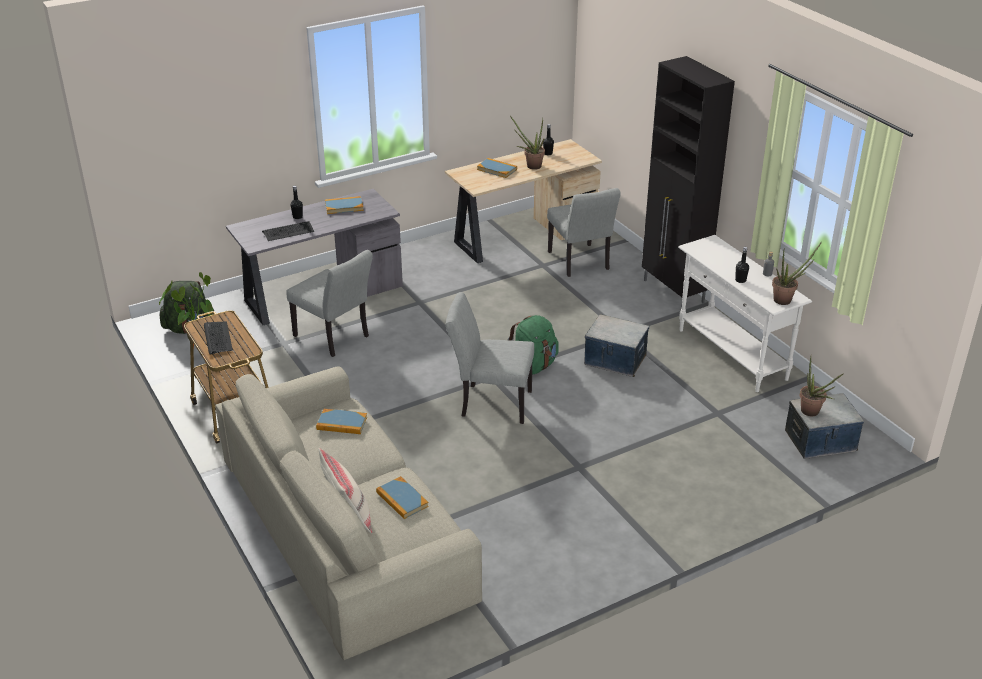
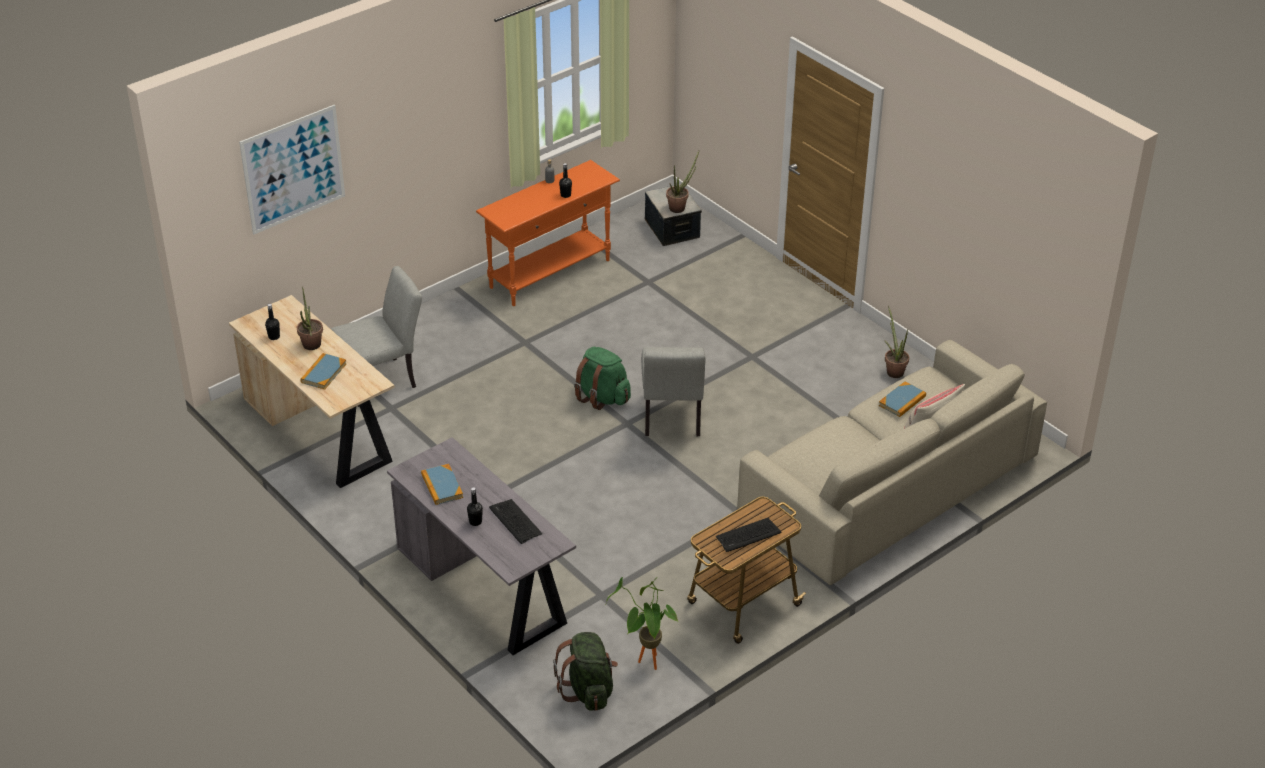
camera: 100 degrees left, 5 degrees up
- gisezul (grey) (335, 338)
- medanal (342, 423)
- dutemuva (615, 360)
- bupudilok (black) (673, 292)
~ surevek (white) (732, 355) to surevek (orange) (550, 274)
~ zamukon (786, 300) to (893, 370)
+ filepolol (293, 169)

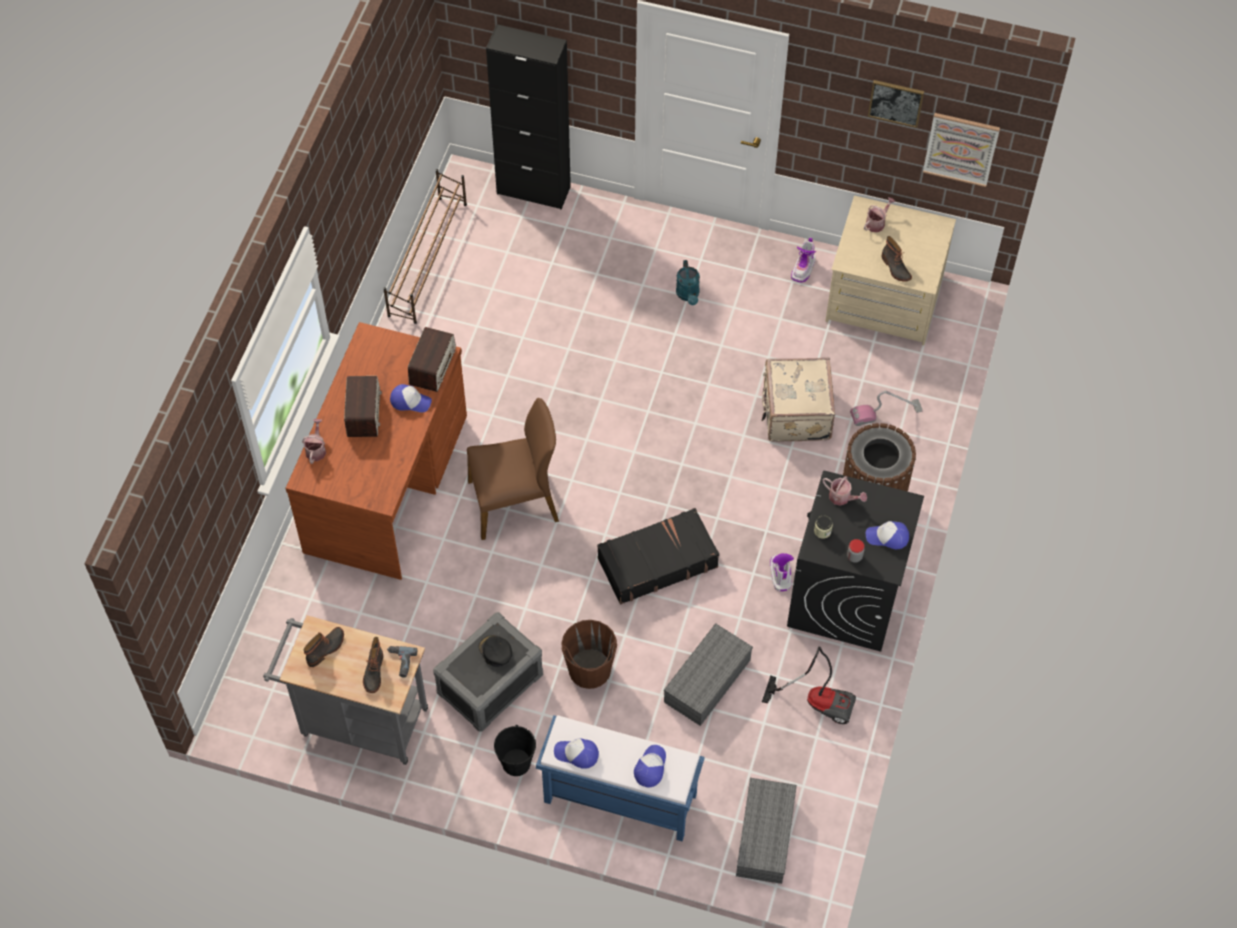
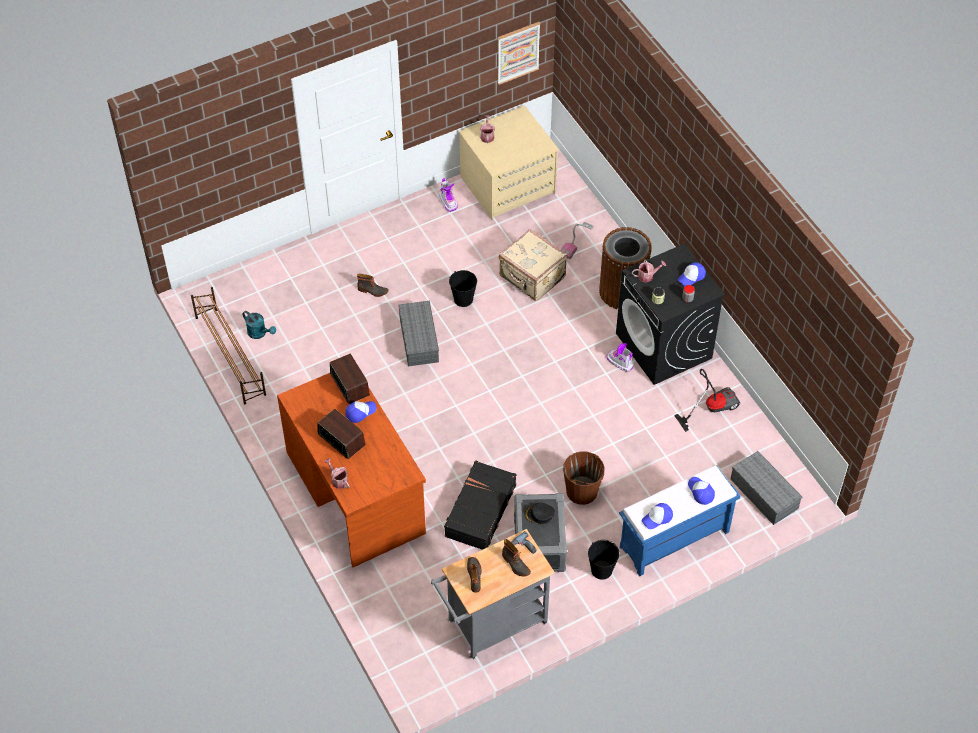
camera: 45 degrees left, 5 degrees down
- gisezul (brown) (514, 502)
- bupudilok (black) (533, 190)
~ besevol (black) (657, 562) to (479, 511)
~ dutemuva (grey) (707, 679) to (418, 339)
~ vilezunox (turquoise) (688, 295) to (259, 333)
- filepolol (896, 102)
~ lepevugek (895, 268) to (372, 291)
+ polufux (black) (463, 299)

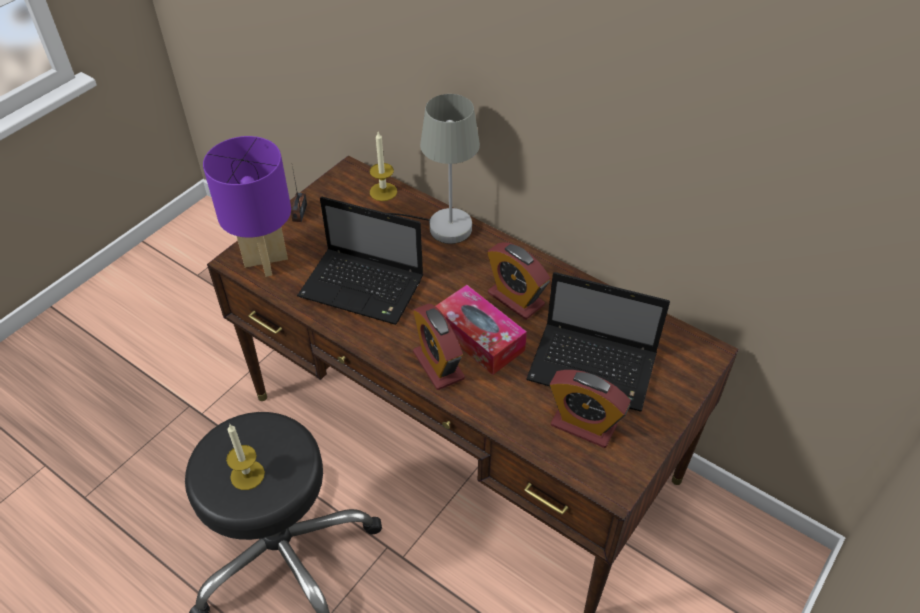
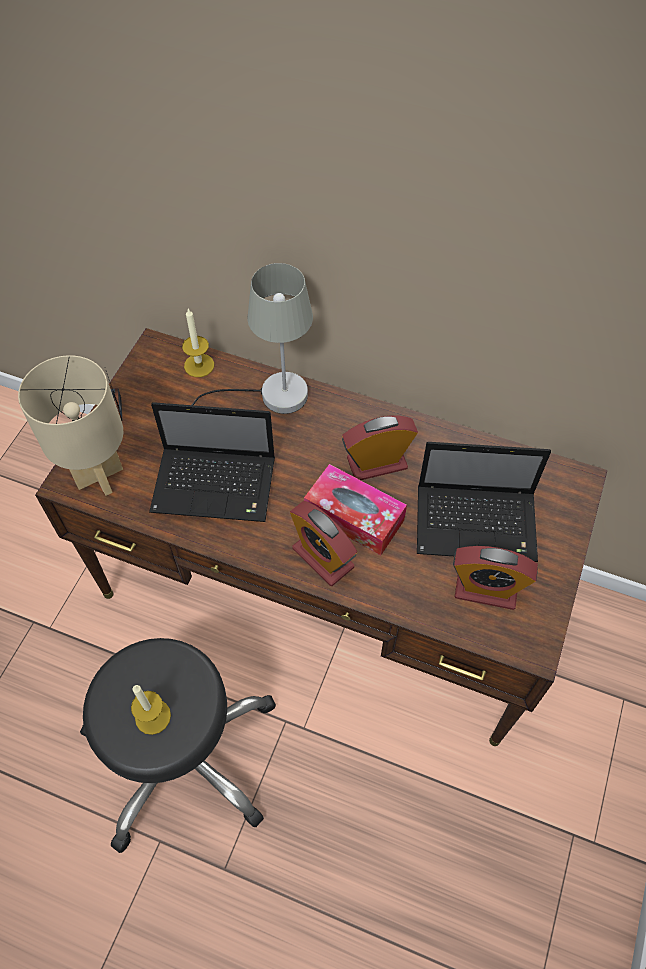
camera: 15 degrees left, 10 degrees up
~ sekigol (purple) (265, 261) to sekigol (beige) (99, 477)
~ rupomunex (515, 299) = (377, 463) 135 degrees clockwise

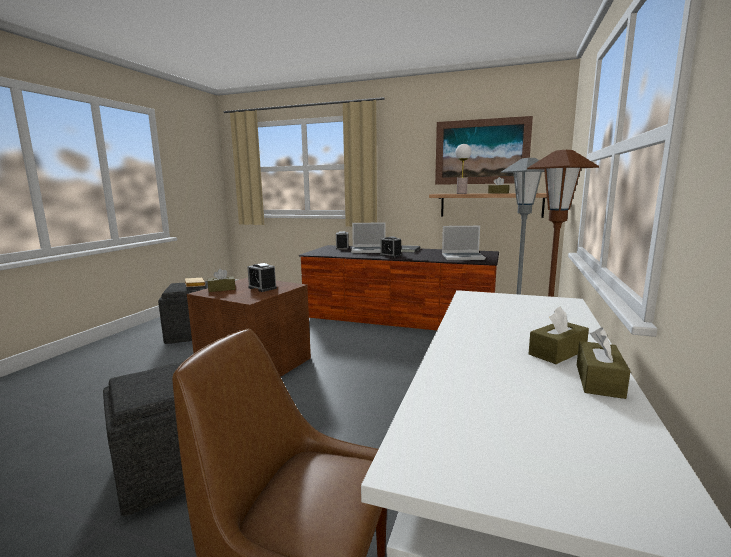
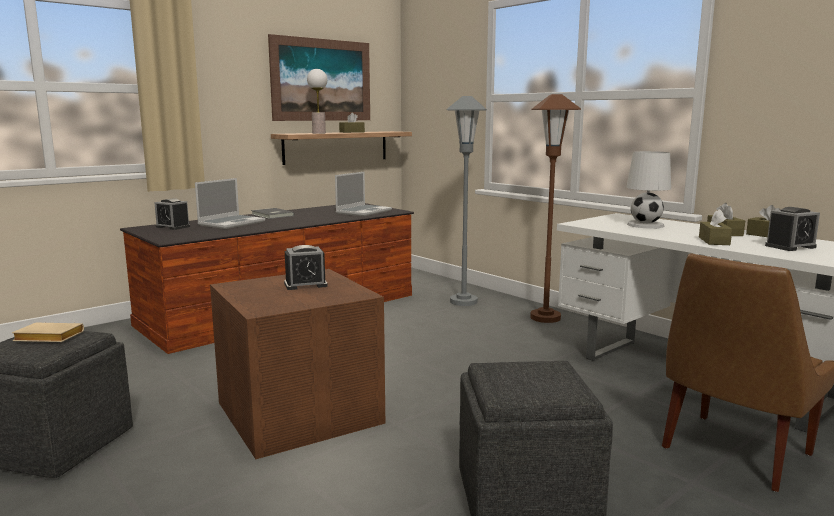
camera: 60 degrees left, 0 degrees up
~ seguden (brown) (222, 289) to (714, 241)
~ rupomunex (390, 255) to (790, 246)
+ sekigol (white) (645, 225)

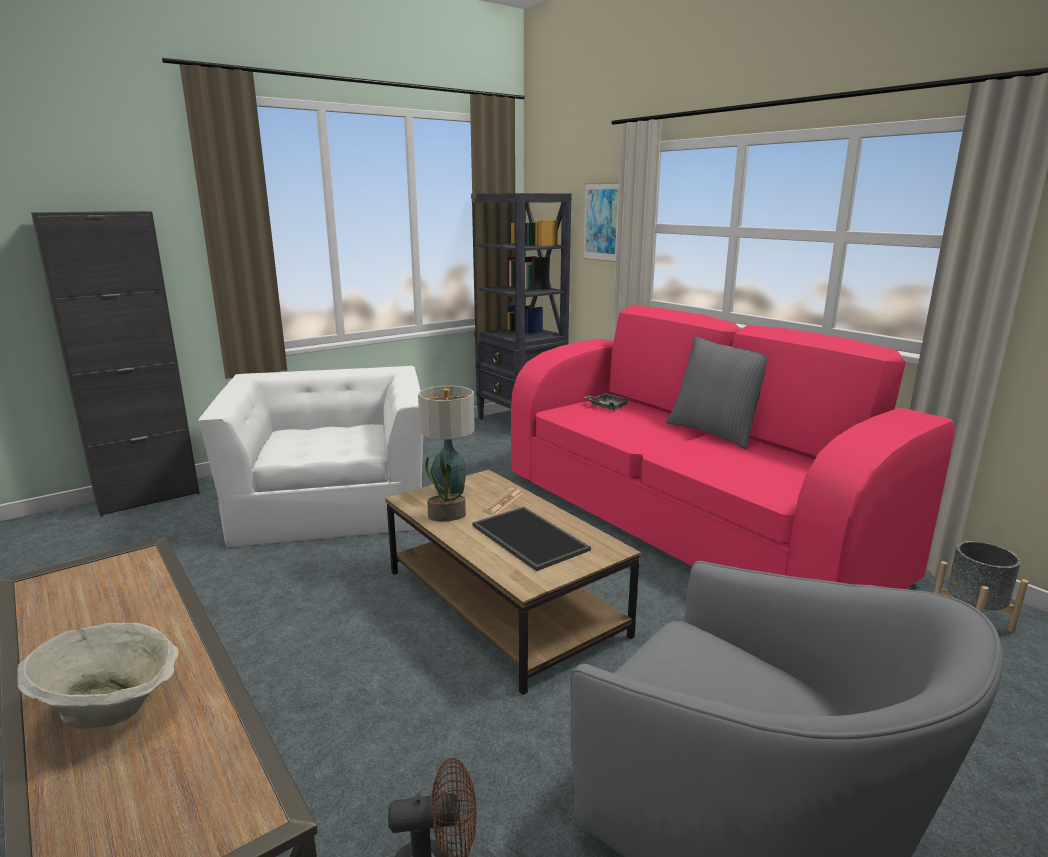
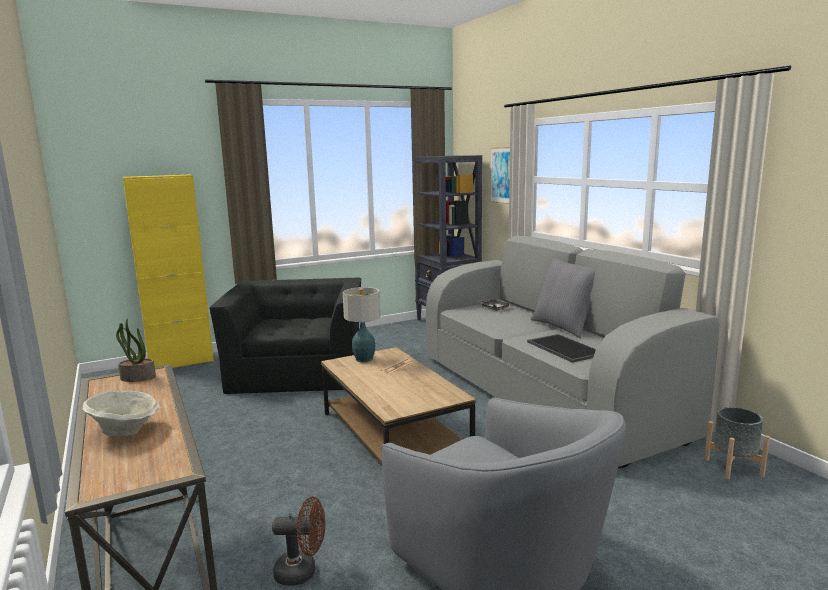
camera: 10 degrees right, 5 degrees down
~ bupudilok (black) (148, 498) to bupudilok (yellow) (181, 362)
~ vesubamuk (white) (332, 501) to vesubamuk (black) (298, 369)
~ zamukon (446, 516) to (137, 378)
~ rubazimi (527, 538) to (563, 348)
~ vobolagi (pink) (684, 522) to vobolagi (grey) (543, 394)

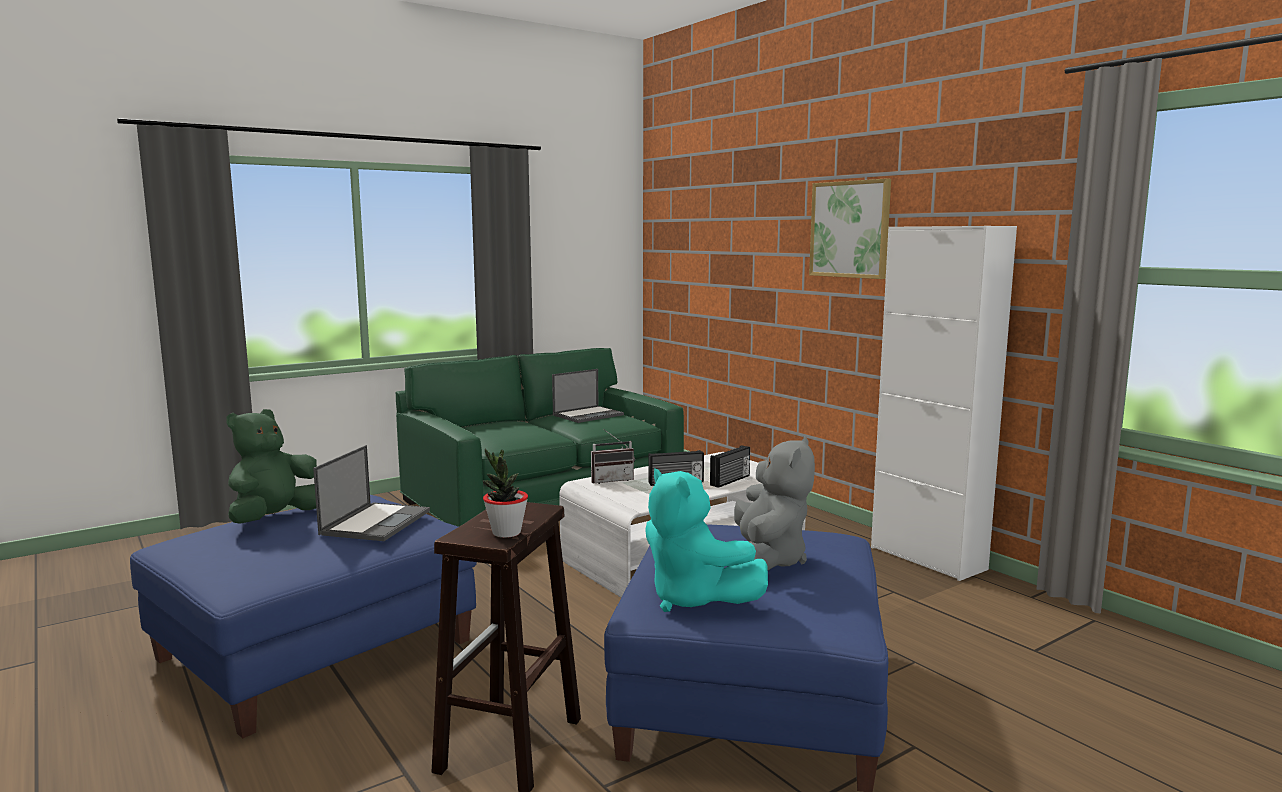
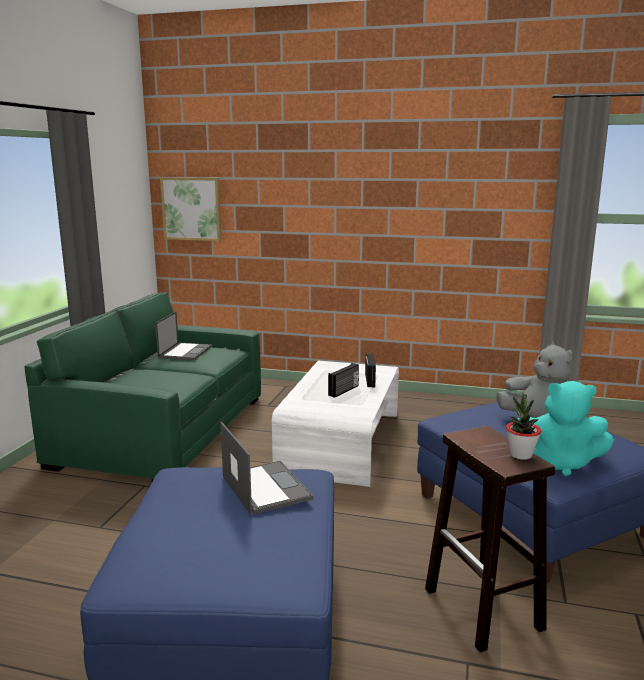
camera: 40 degrees left, 5 degrees up
- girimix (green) (275, 519)
- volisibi (611, 480)
~ filepolol (850, 229) to (191, 209)
- bupudilok (white) (927, 558)

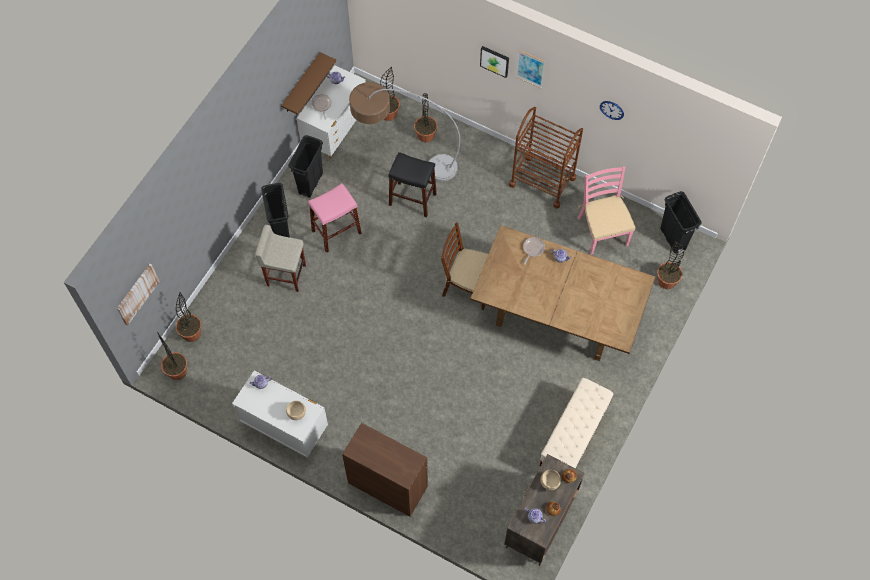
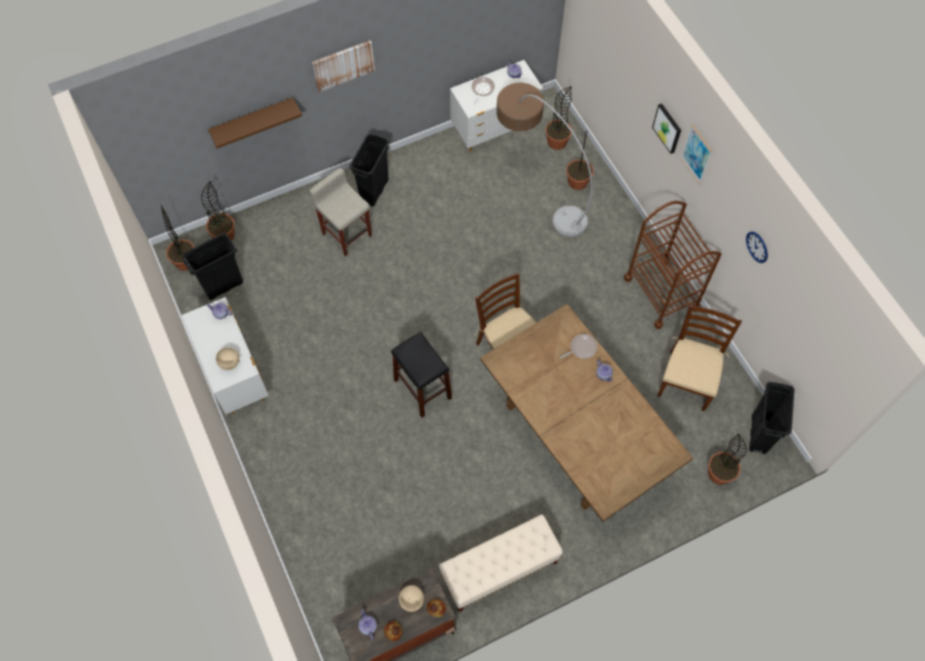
camera: 35 degrees right, 0 degrees up
~ filepolol (137, 294) to (343, 65)
~ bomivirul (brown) (301, 84) to (253, 120)
~ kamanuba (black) (310, 183) to (224, 286)
- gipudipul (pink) (336, 232)
- bupudilok (brown) (387, 484)
~ gipudipul (black) (412, 199) to (422, 389)
~ gisezul (pink) (602, 231) to gisezul (brown) (687, 380)

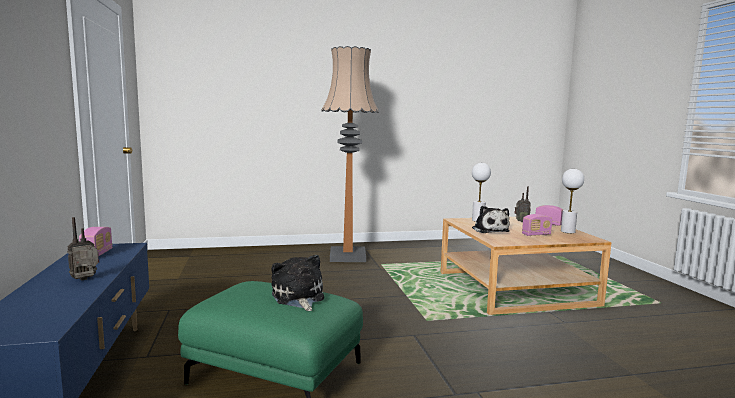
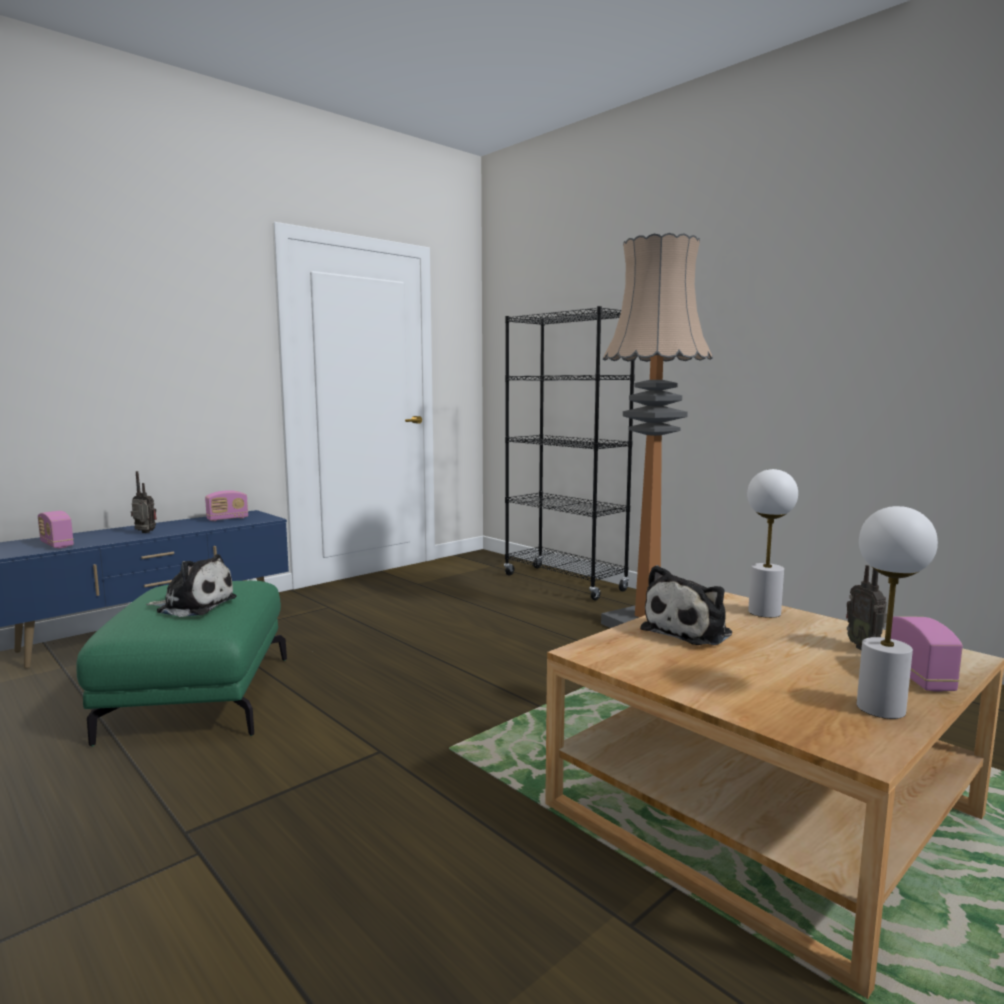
camera: 60 degrees right, 0 degrees up
~ girimix (298, 297) = (193, 605) 60 degrees clockwise
~ volisibi (536, 235) to (57, 545)
+ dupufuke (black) (564, 583)

